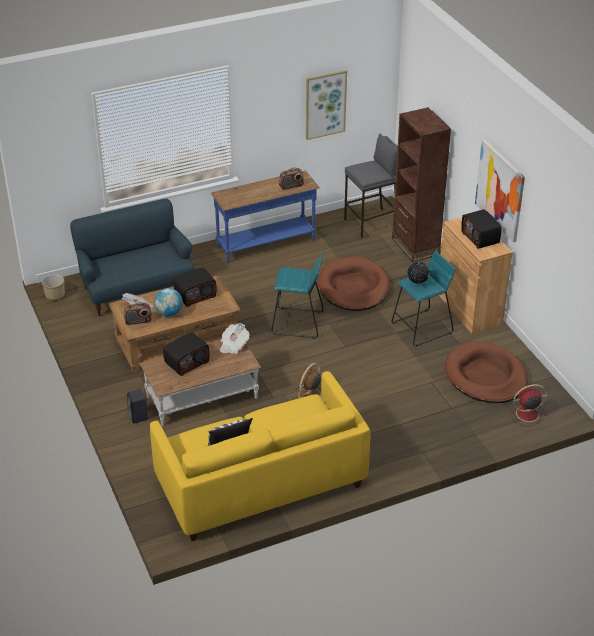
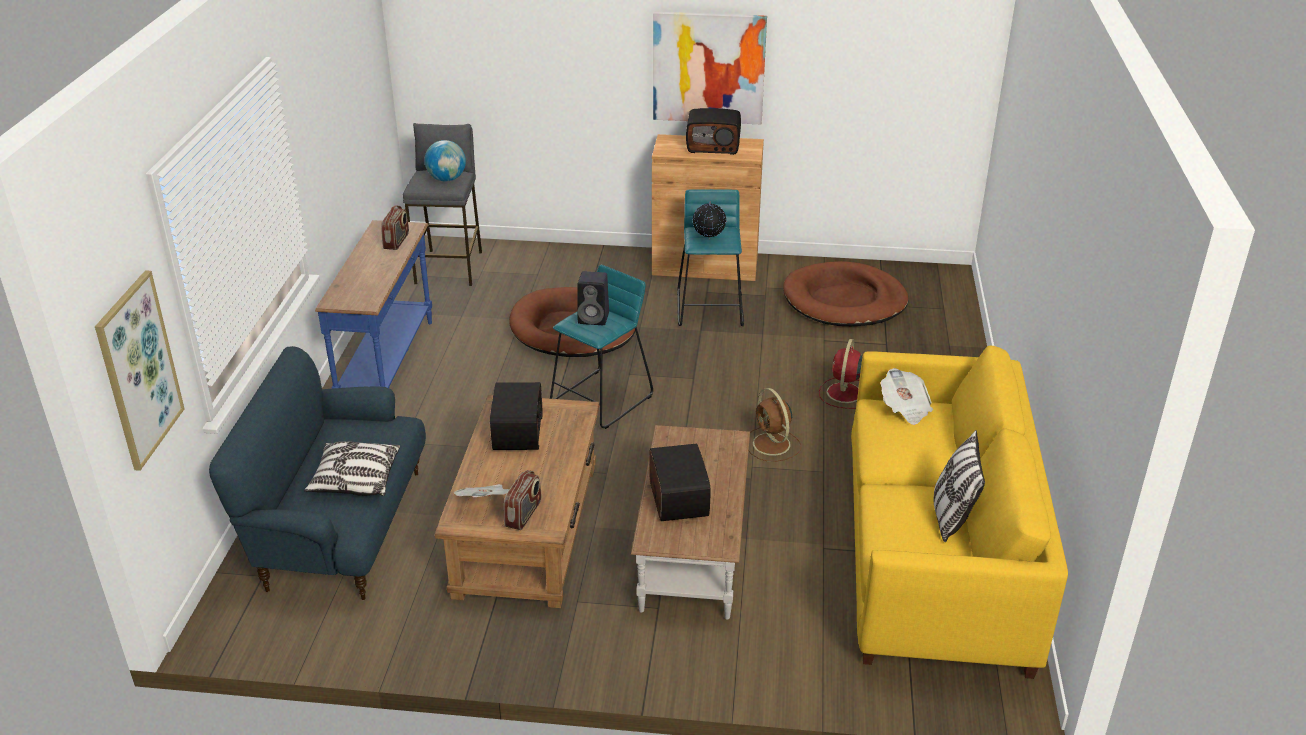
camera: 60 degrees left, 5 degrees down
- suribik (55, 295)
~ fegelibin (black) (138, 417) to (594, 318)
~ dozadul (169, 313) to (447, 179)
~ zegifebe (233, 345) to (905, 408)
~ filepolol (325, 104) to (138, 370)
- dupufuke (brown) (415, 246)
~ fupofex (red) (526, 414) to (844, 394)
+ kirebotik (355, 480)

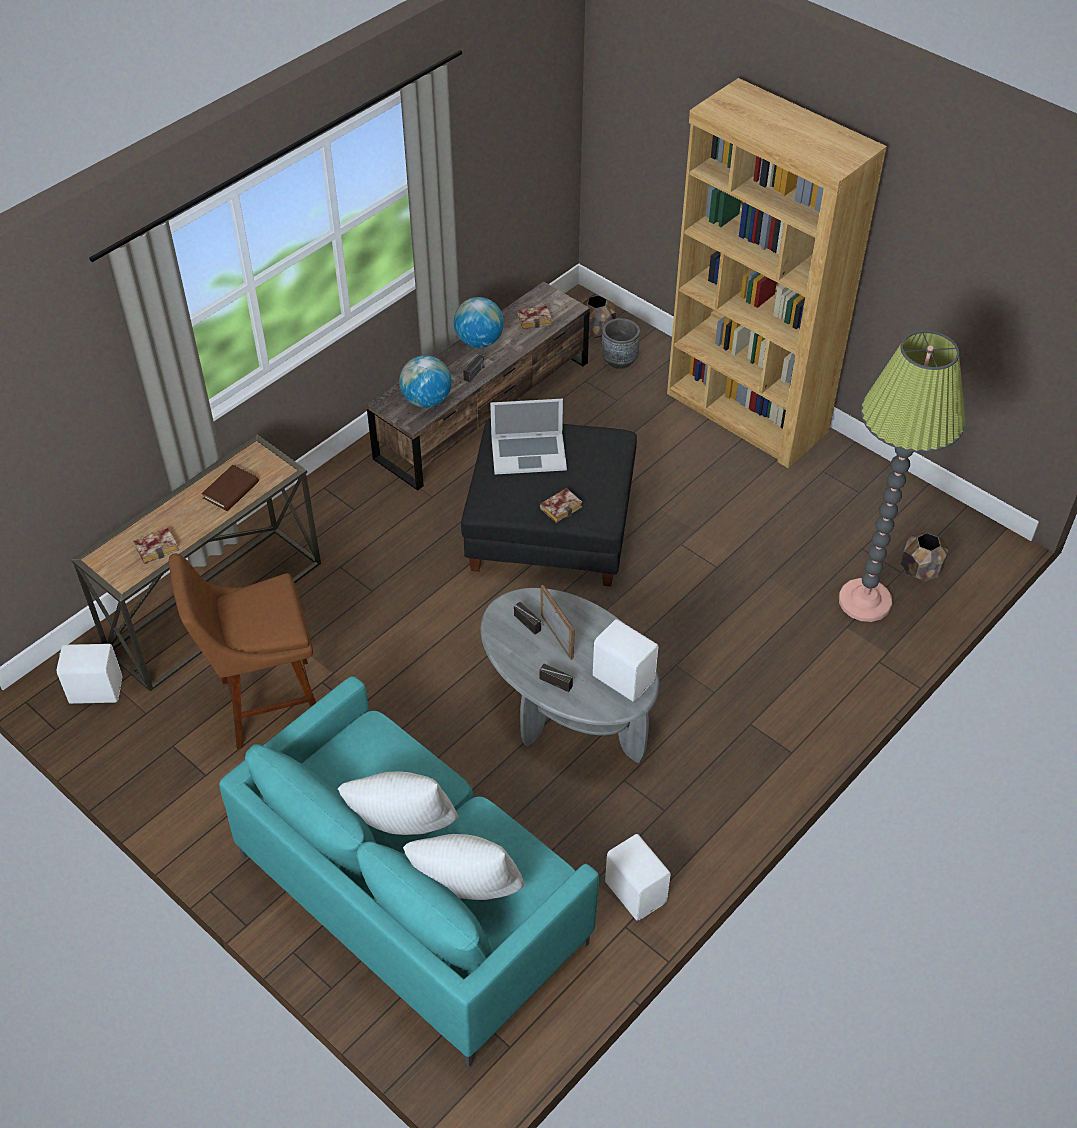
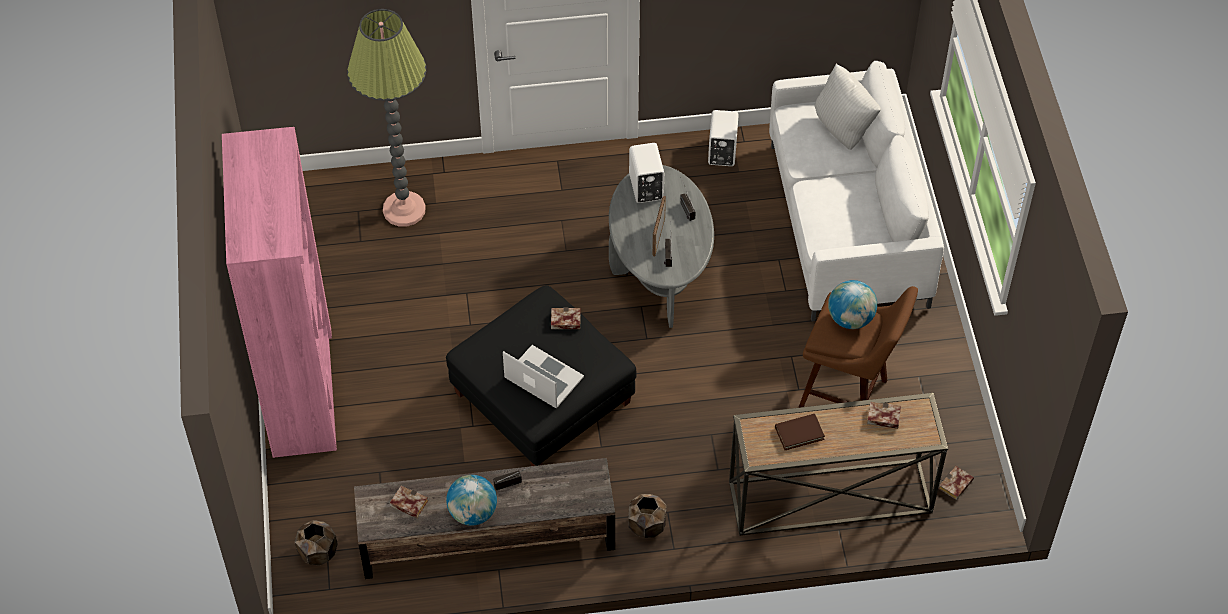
camera: 140 degrees left, 5 degrees up
~ fegelibin (white) (95, 689) to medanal (955, 486)
~ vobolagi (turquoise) (413, 900) to vobolagi (white) (847, 225)
- kirebotik (white) (403, 831)
~ dozadul (426, 400) to (850, 319)
- suribik (grey) (619, 360)
~ dupufuke (brown) (746, 413) to dupufuke (pink) (302, 391)
~ suribik (brown) (920, 570) to (646, 526)

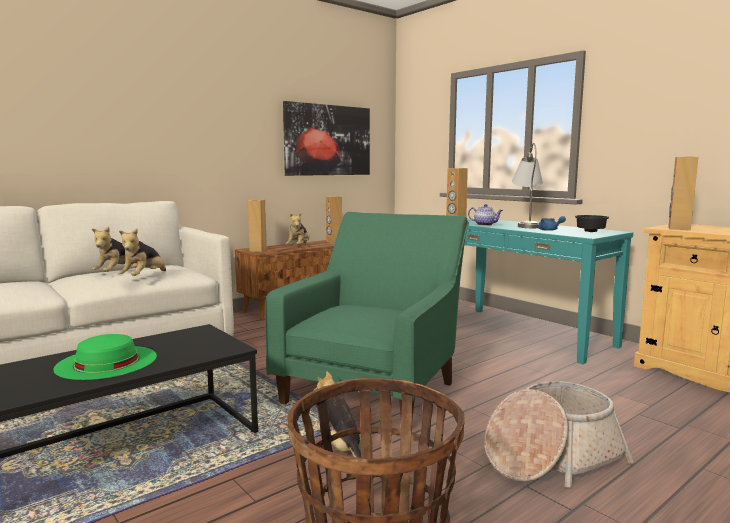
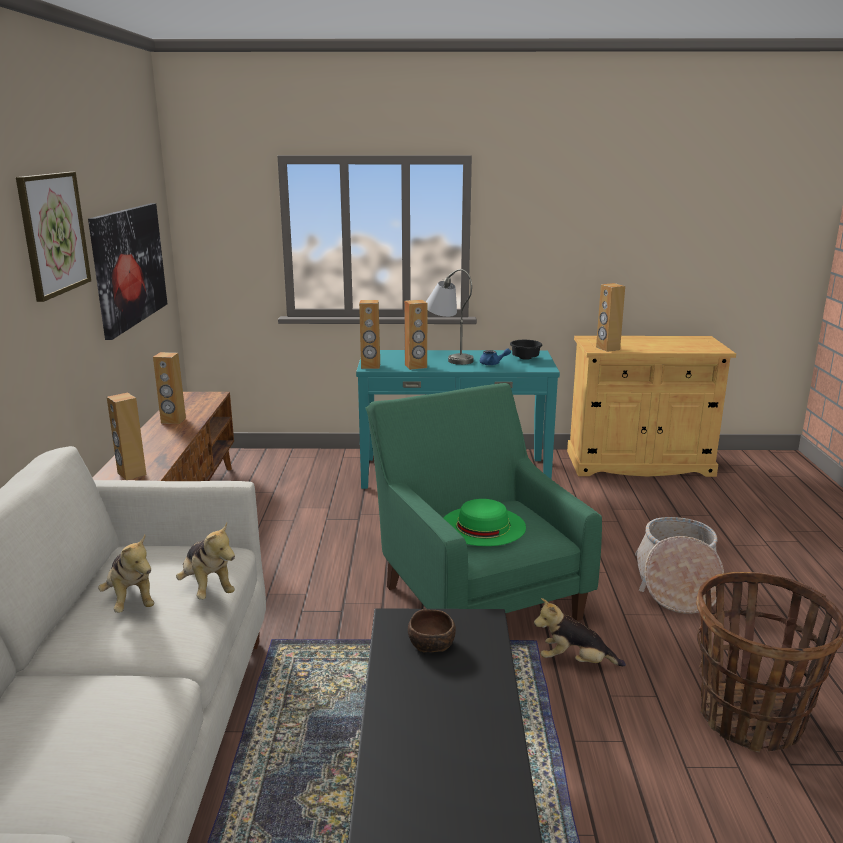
camera: 50 degrees left, 10 degrees up
~ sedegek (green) (107, 362) to (483, 525)
- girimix (299, 247)
~ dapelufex (485, 225) to fegelibin (brown) (416, 366)
+ filepolol (53, 234)
+ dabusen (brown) (432, 644)

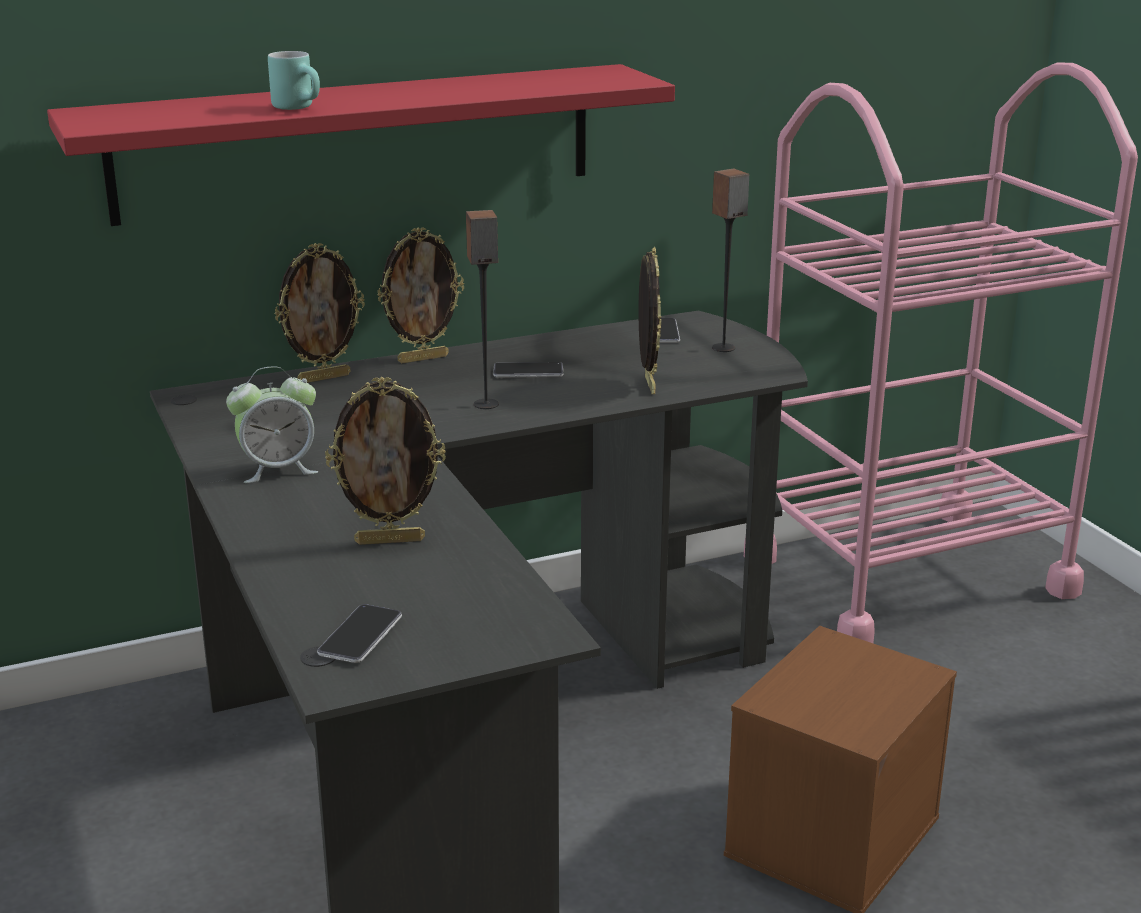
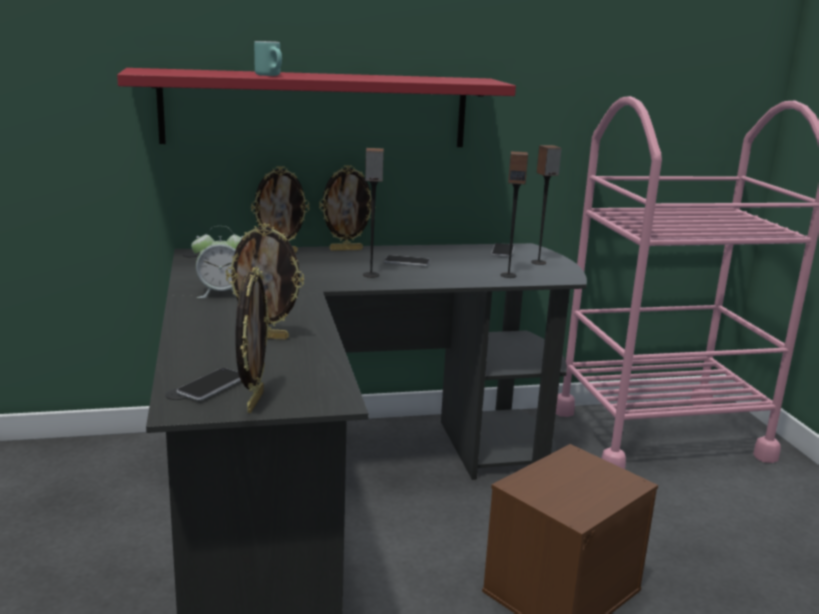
camera: 10 degrees right, 5 degrees down
~ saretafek (647, 385) to (253, 401)
+ fegelibin (508, 275)

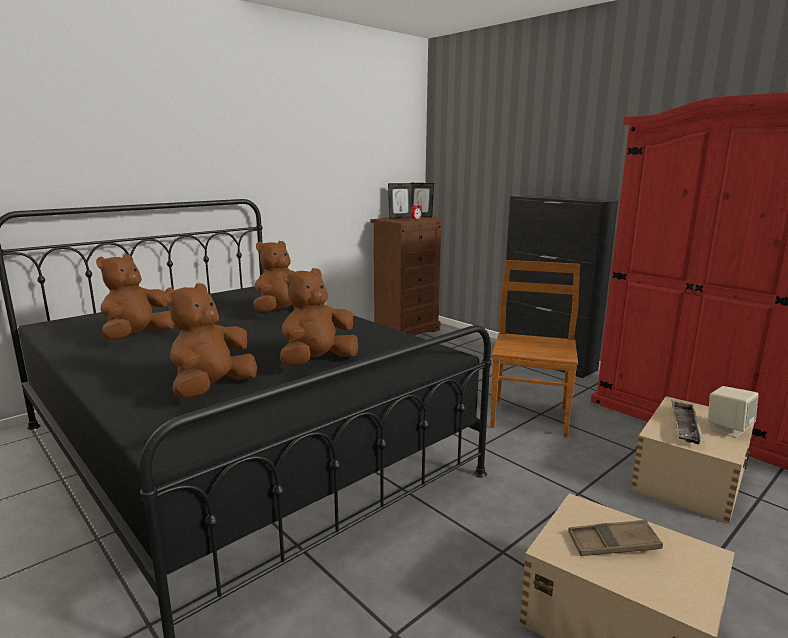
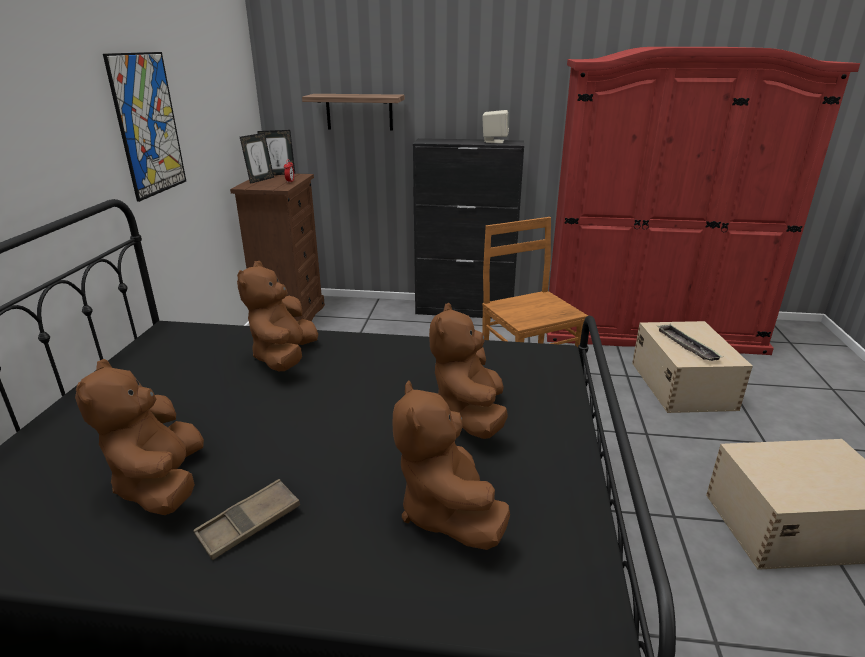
camera: 40 degrees left, 10 degrees up
~ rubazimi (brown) (613, 544) to (249, 523)
~ fegelibin (beige) (728, 429) to (494, 141)
+ filepolol (148, 125)
+ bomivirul (359, 112)

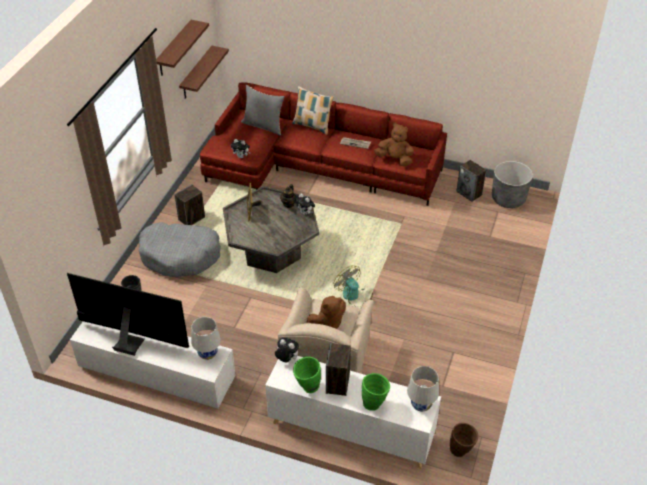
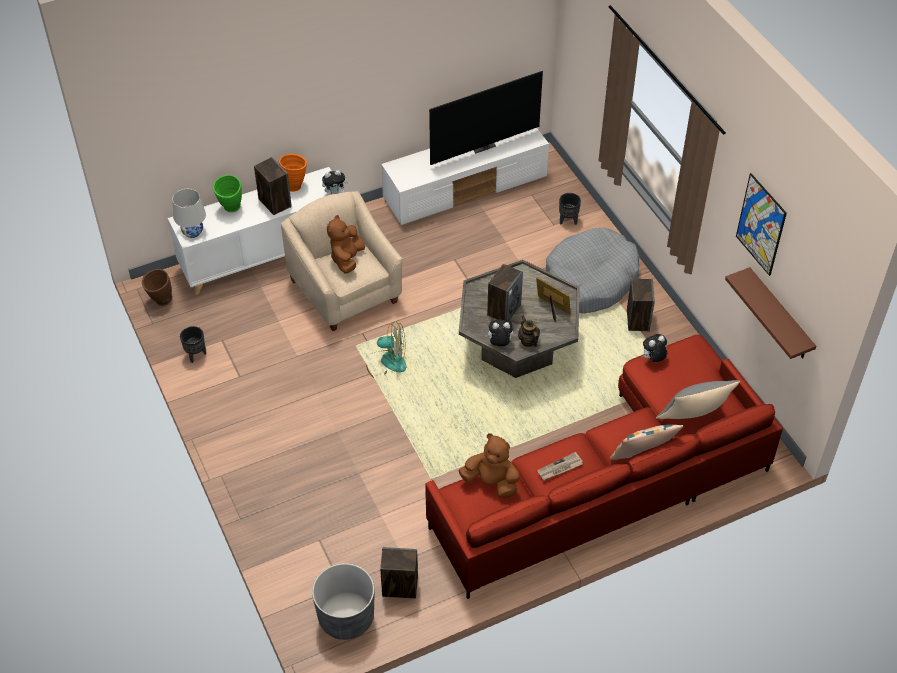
camera: 135 degrees right, 5 degrees up
~ bomivirul (brown) (174, 49) to filepolol (761, 224)
- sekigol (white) (207, 353)
~ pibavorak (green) (307, 387) to pibavorak (orange) (295, 185)
~ girimix (brown) (395, 159) = (491, 482) 135 degrees counterclockwise
+ suribik (black) (196, 355)
+ fegelibin (504, 309)

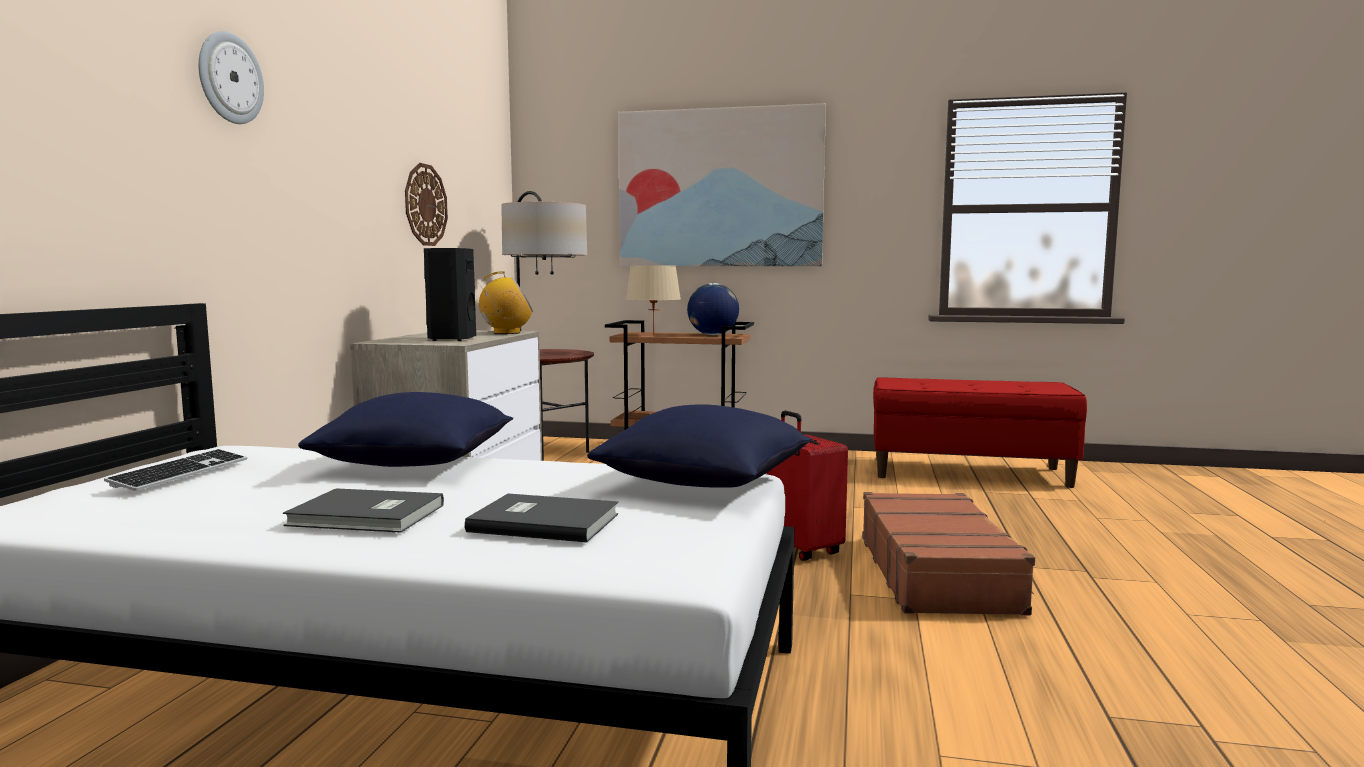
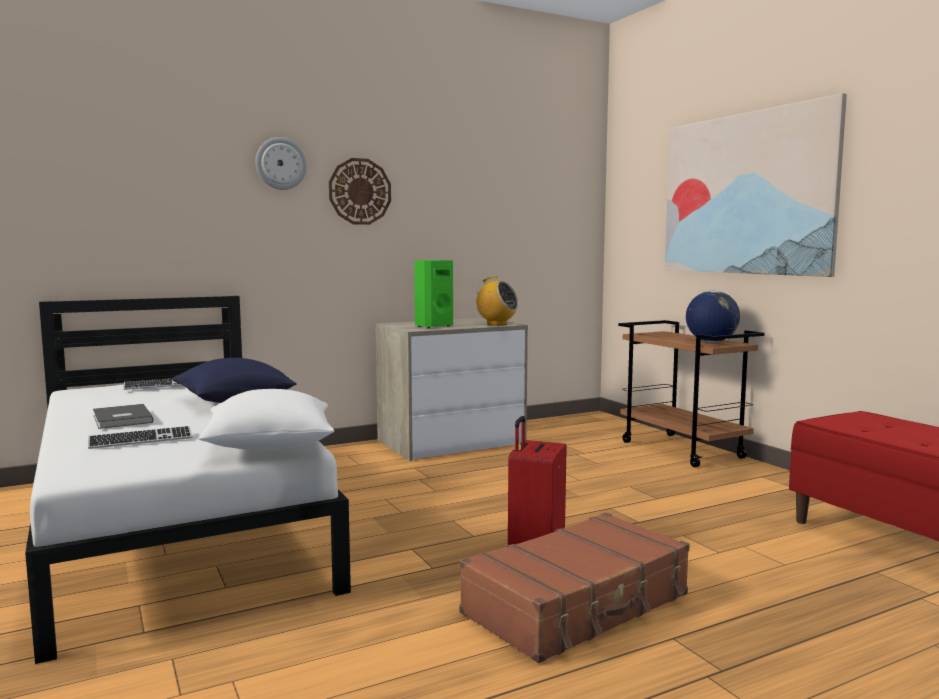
camera: 50 degrees right, 0 degrees up
~ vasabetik (425, 205) to (360, 191)
~ fegelibin (black) (451, 339) to fegelibin (green) (433, 326)
~ medanal (grey) (543, 521) to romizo (141, 440)
- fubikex (546, 452)
~ kirebotik (blue) (706, 484) to kirebotik (white) (269, 446)
- sekigol (beige) (653, 335)

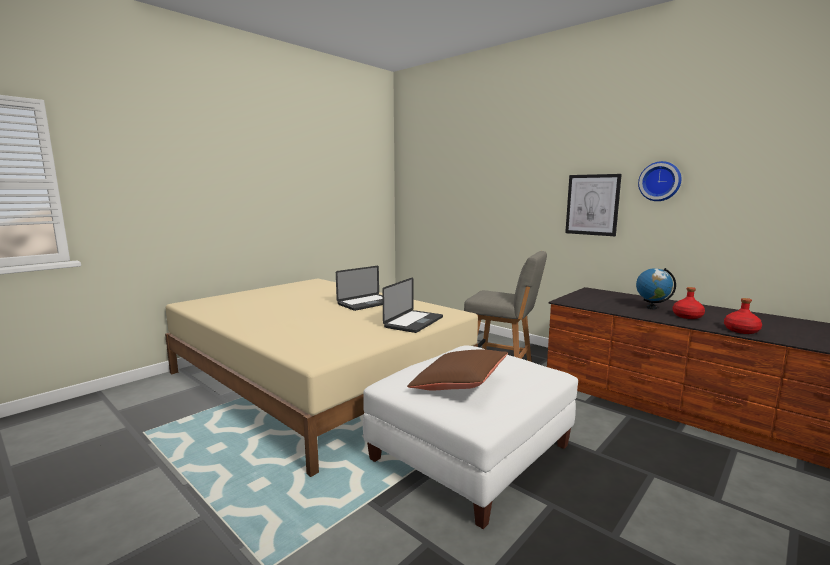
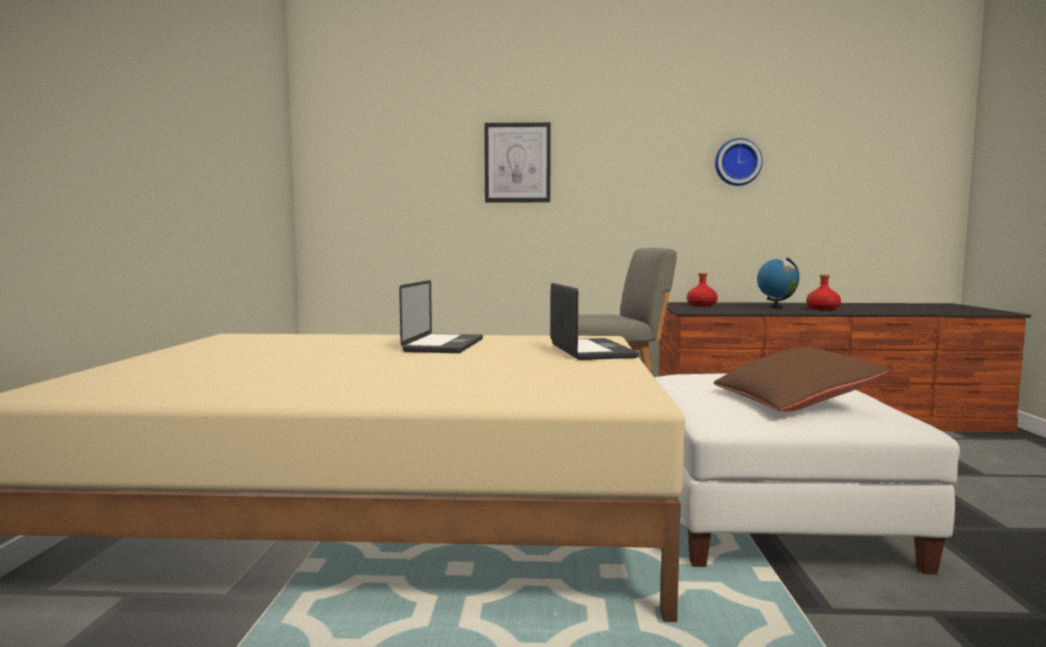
camera: 40 degrees left, 5 degrees down
~ filepolol (592, 204) to (517, 163)
~ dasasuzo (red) (741, 330) to (701, 305)

